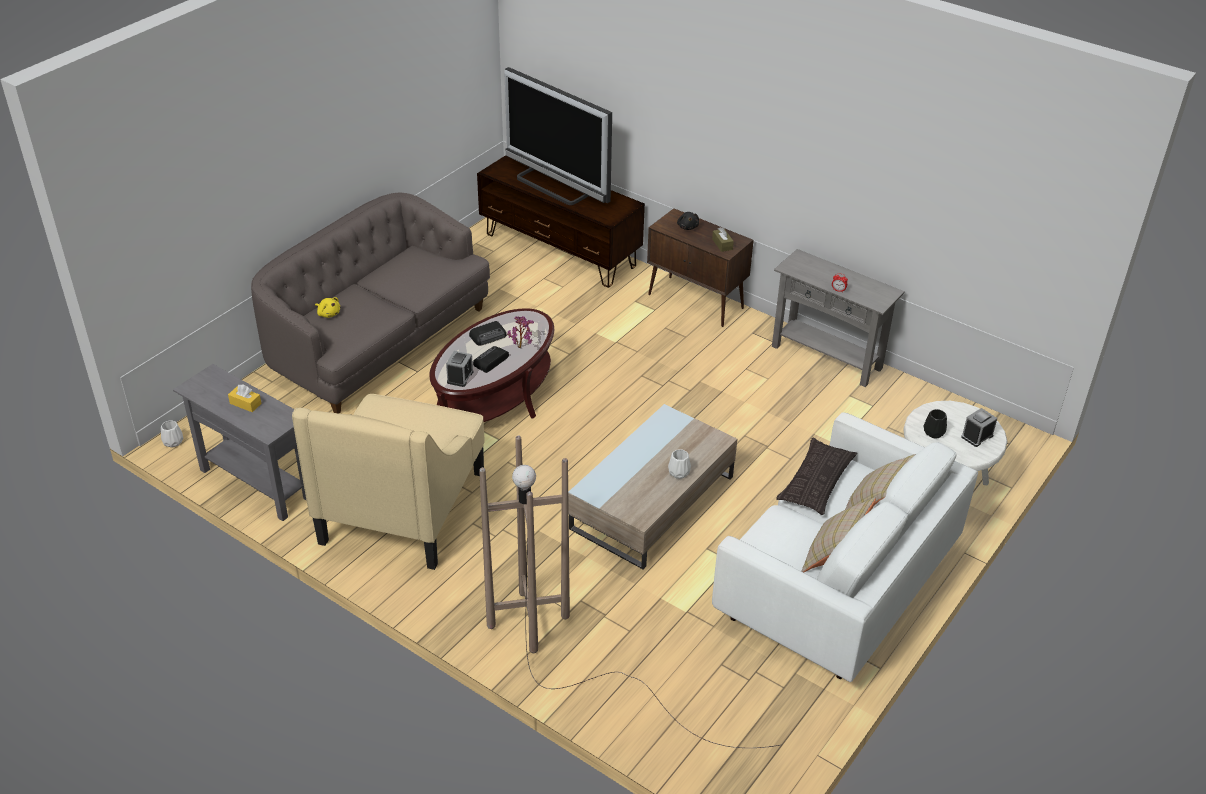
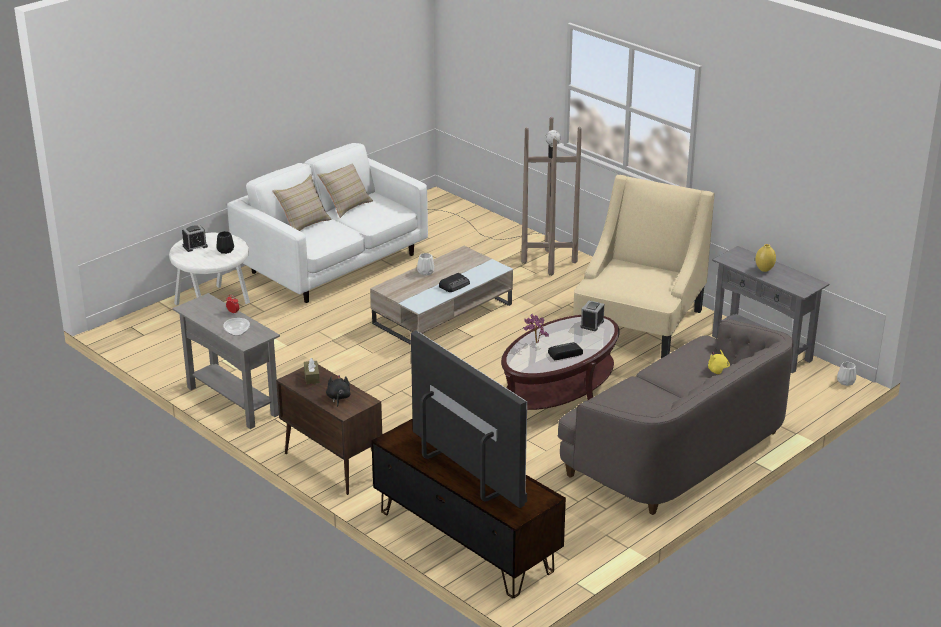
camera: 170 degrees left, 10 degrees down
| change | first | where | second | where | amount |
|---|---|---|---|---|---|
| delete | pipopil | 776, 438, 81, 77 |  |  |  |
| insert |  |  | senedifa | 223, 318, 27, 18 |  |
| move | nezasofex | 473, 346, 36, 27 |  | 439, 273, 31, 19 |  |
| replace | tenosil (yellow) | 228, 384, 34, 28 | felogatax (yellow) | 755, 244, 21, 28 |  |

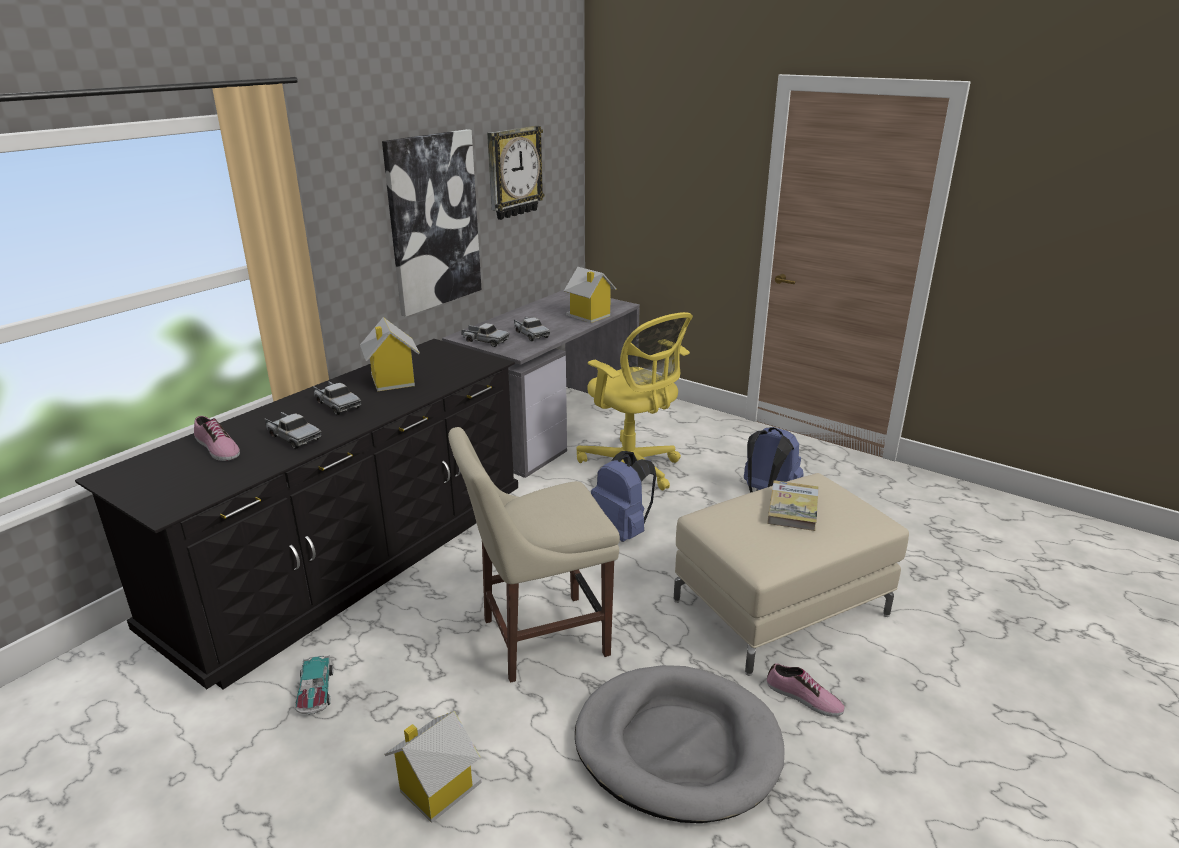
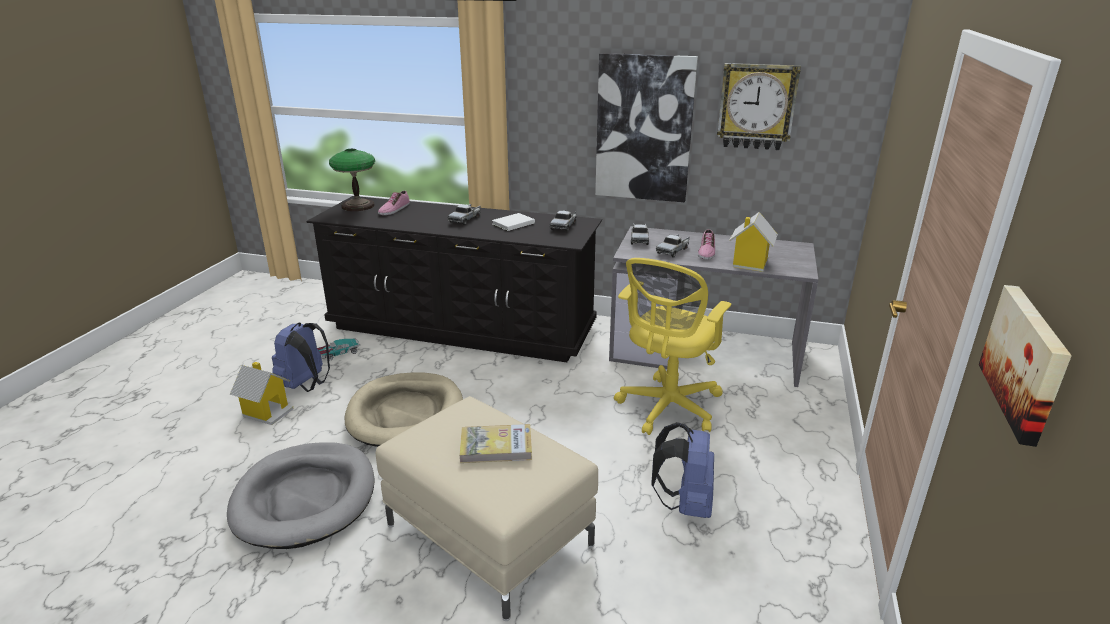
camera: 70 degrees right, 0 degrees up
| change | first | where | second | where | amount |
|---|---|---|---|---|---|
| insert |  |  | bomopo | 329, 149, 46, 62 |  |
| insert |  |  | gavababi | 979, 285, 93, 162 |  |
| move | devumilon | 264, 412, 57, 37 |  | 550, 210, 26, 22 |  |
| move | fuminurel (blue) | 591, 451, 65, 91 |  | 272, 323, 58, 69 |  |
| move | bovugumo | 767, 663, 78, 54 |  | 698, 229, 17, 31 |  |
| replace | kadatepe | 360, 317, 60, 75 | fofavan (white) | 492, 213, 43, 18 |  |
| replace | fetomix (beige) | 448, 427, 172, 256 | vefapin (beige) | 345, 372, 118, 75 |  |

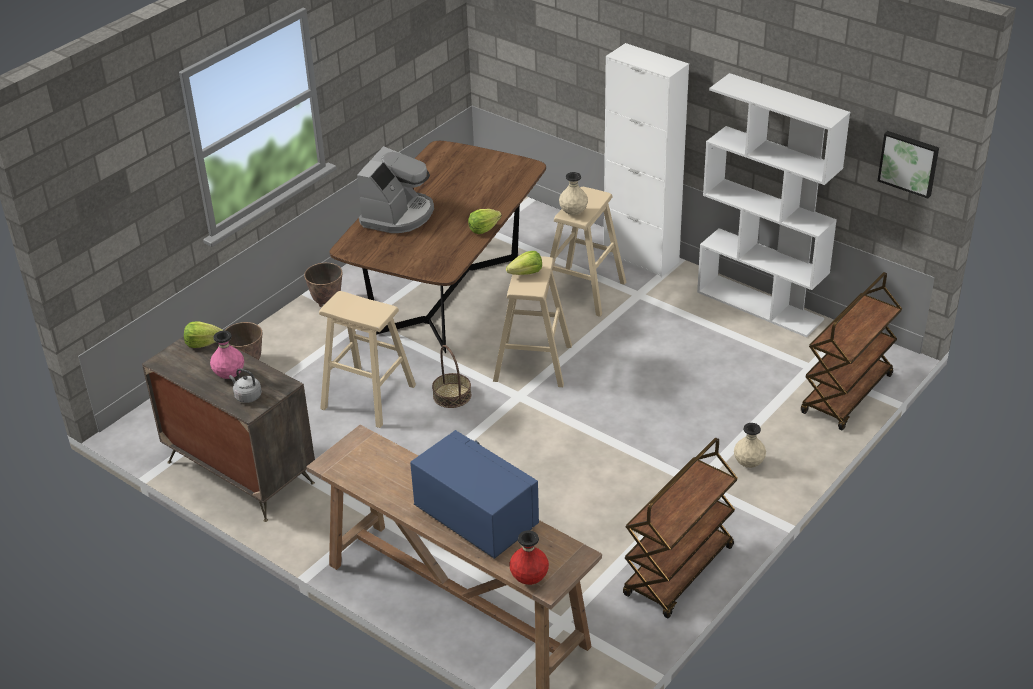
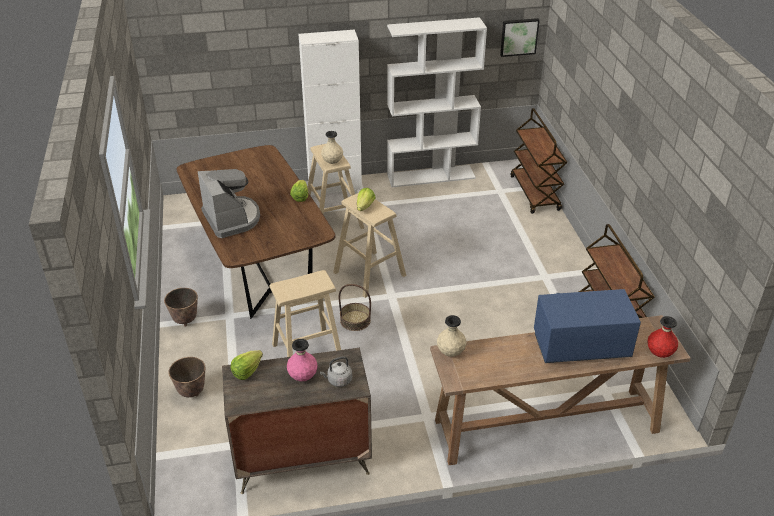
camera: 50 degrees left, 0 degrees up
| change | first | where | second | where | amount |
|---|---|---|---|---|---|
| move | felogatax (beige) | 734, 423, 32, 45 |  | 437, 315, 29, 42 |  |

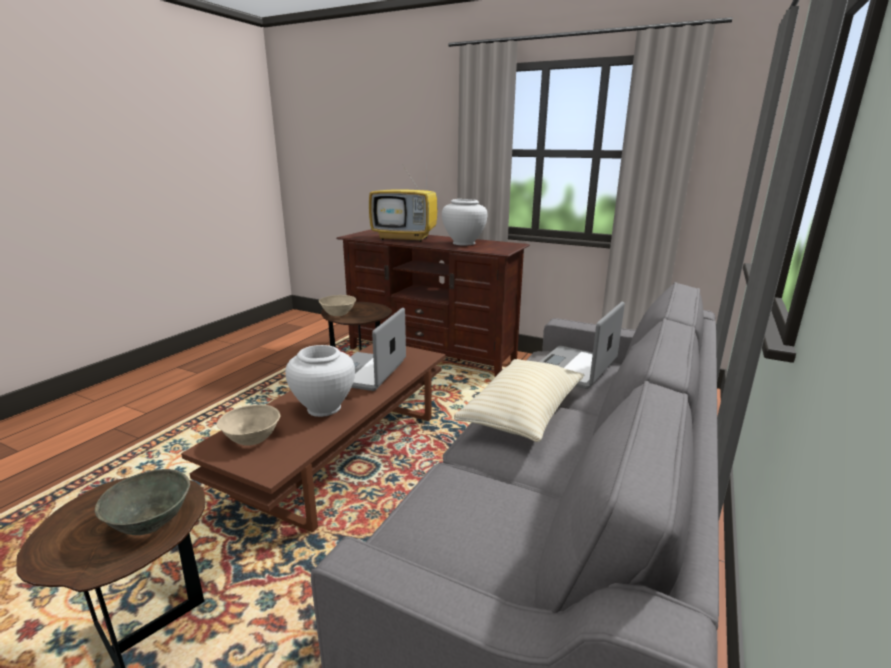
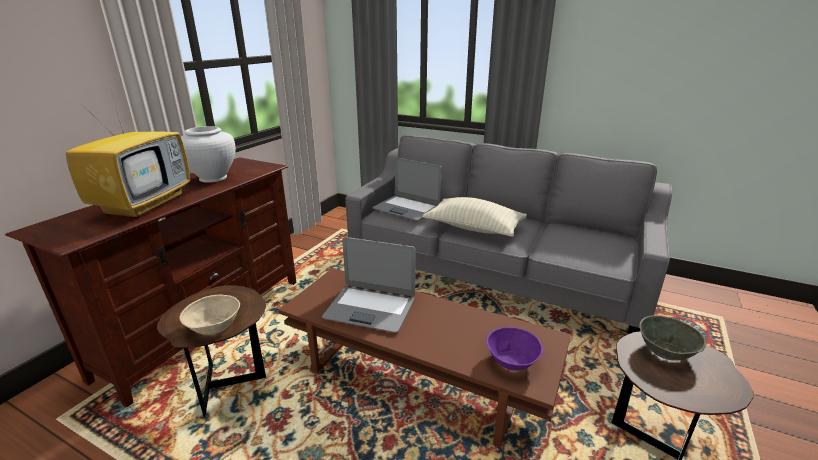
camera: 90 degrees left, 5 degrees up
| change | first | where | second | where | amount |
|---|---|---|---|---|---|
| delete | felogatax (white) | 285, 345, 70, 72 |  |  |  |
| recolor | senedifa (beige) | 216, 404, 64, 42 | senedifa (purple) | 486, 327, 57, 44 |  |

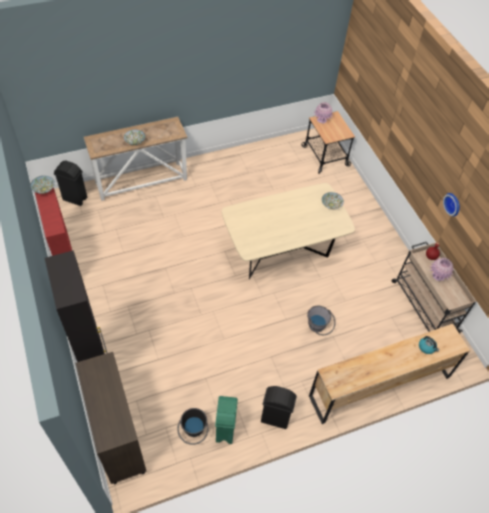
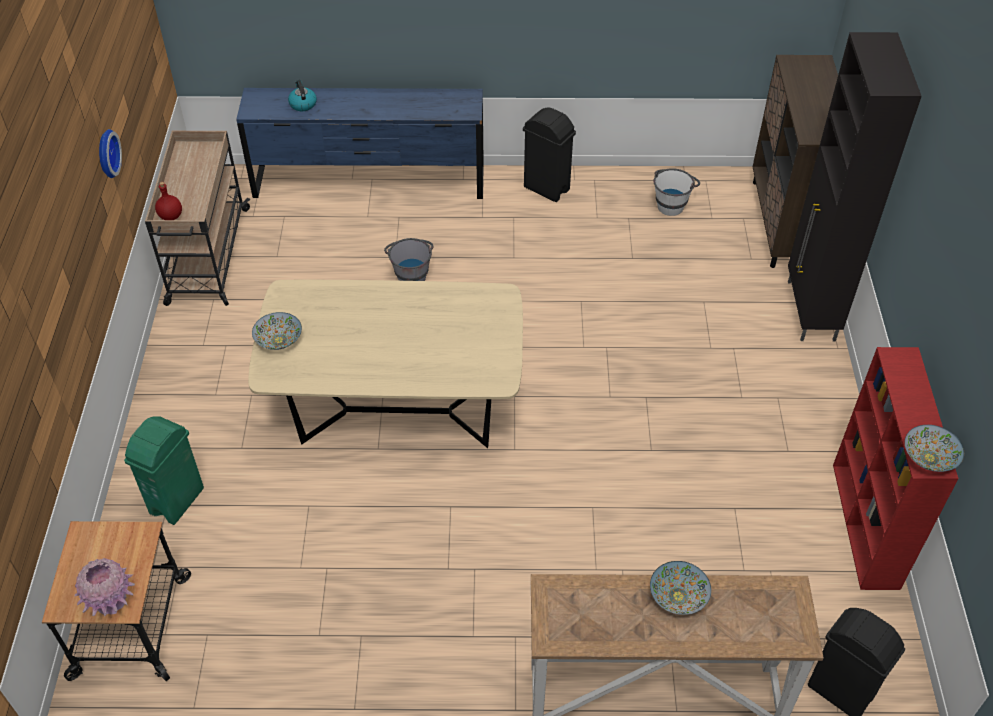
camera: 155 degrees left, 5 degrees down
| change | first | where | second | where | amount |
|---|---|---|---|---|---|
| delete | felogatax (pink) | 429, 258, 24, 23 |  |  |  |
| move | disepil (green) | 215, 396, 23, 48 |  | 124, 416, 80, 109 |  |
| recolor | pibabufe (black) | 177, 408, 32, 37 | pibabufe (white) | 654, 168, 46, 48 |  |
| recolor | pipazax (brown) | 309, 324, 161, 100 | pipazax (blue) | 236, 88, 248, 111 |  |

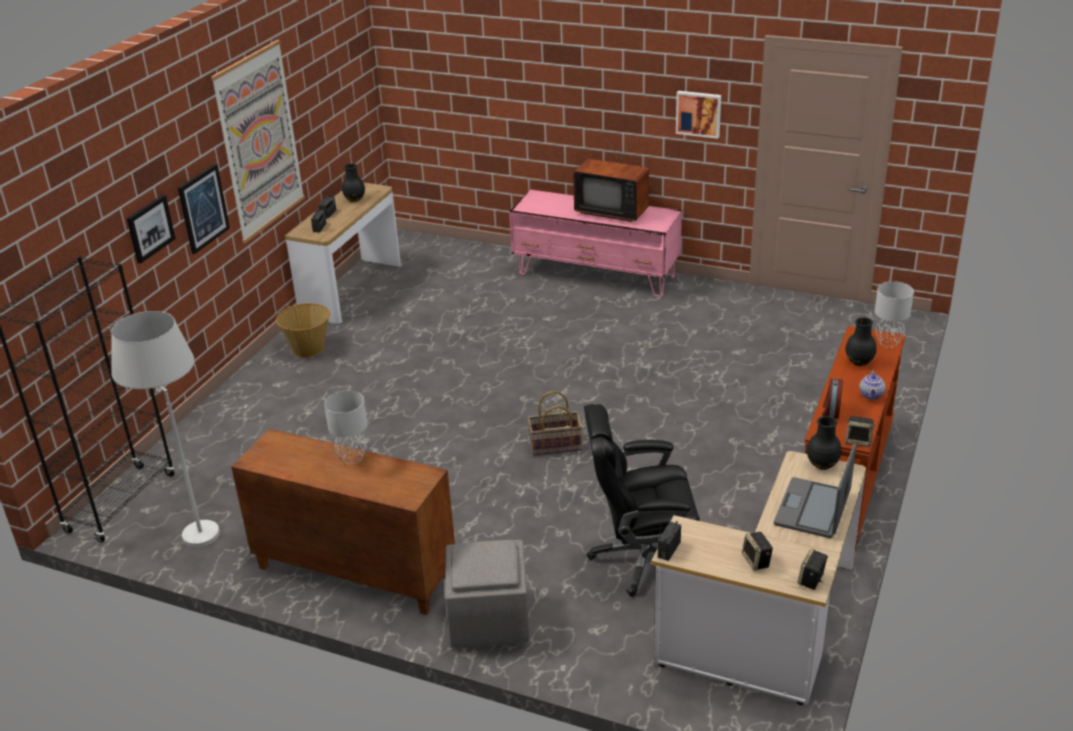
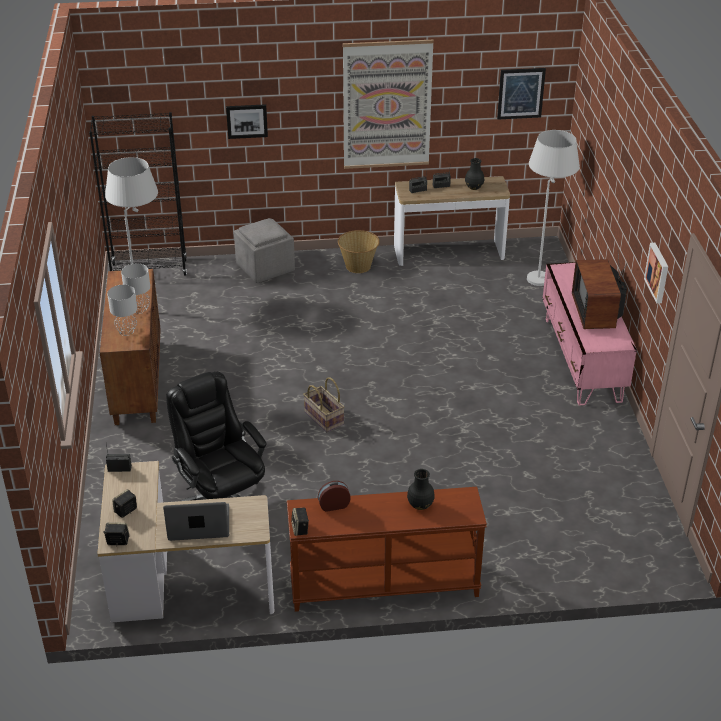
camera: 60 degrees right, 5 degrees up
| change | first | where | second | where | amount |
|---|---|---|---|---|---|
| delete | felogatax (black) | 807, 416, 34, 54 |  |  |  |
| delete | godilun | 859, 370, 26, 30 |  |  |  |
| insert |  |  | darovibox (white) | 527, 130, 53, 156 |  |
| move | gavababi | 178, 164, 52, 90 |  | 497, 68, 49, 52 |  |
| move | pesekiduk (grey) | 445, 540, 85, 108 |  | 234, 218, 61, 65 |  |
| move | bomopo (grey) | 875, 281, 39, 67 |  | 107, 285, 30, 51 |  |

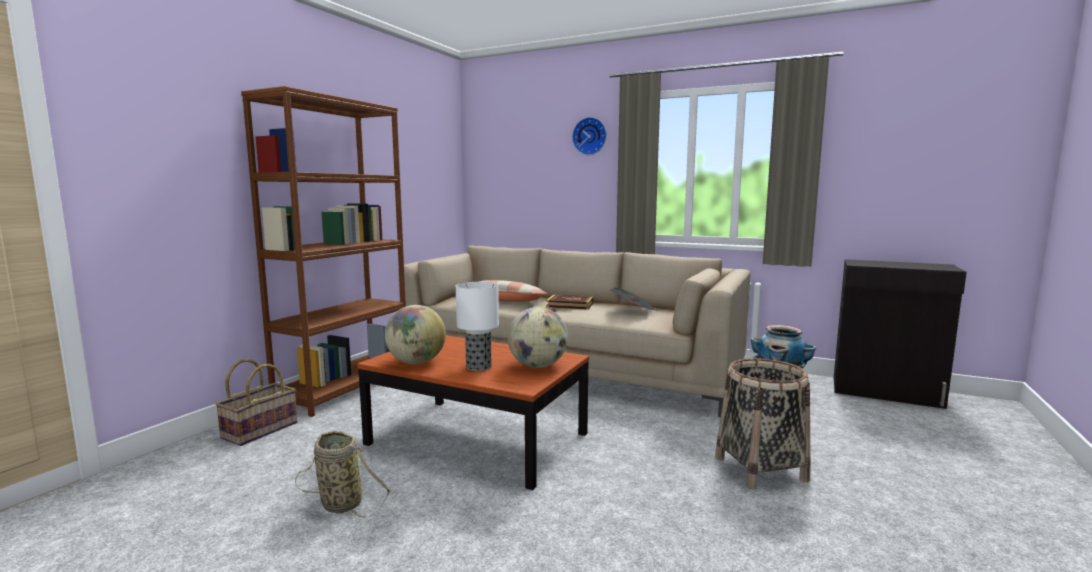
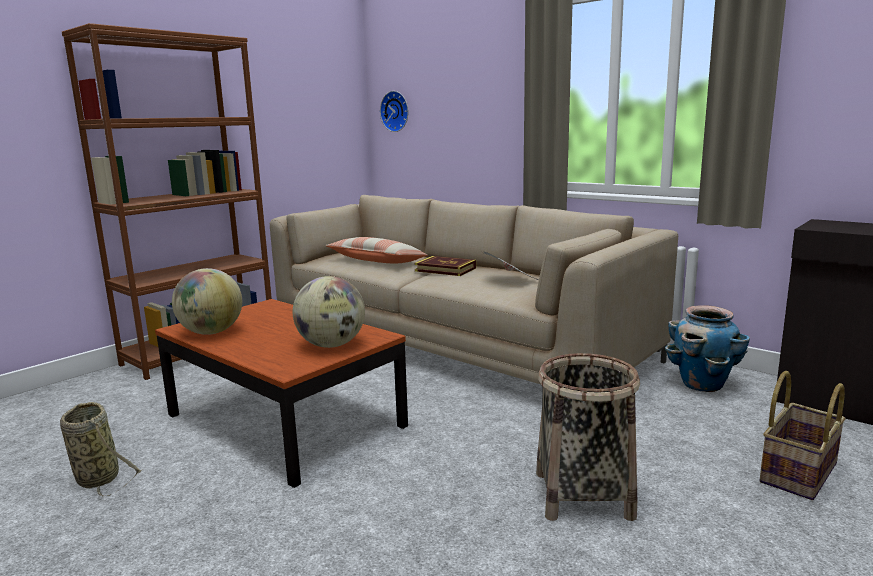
camera: 15 degrees right, 5 degrees up
| change | first | where | second | where | amount |
|---|---|---|---|---|---|
| delete | bomopo | 456, 282, 43, 89 |  |  |  |
| move | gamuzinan | 215, 359, 83, 87 |  | 760, 371, 86, 129 |  |
| move | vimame | 572, 117, 35, 38 |  | 380, 91, 28, 41 |  |

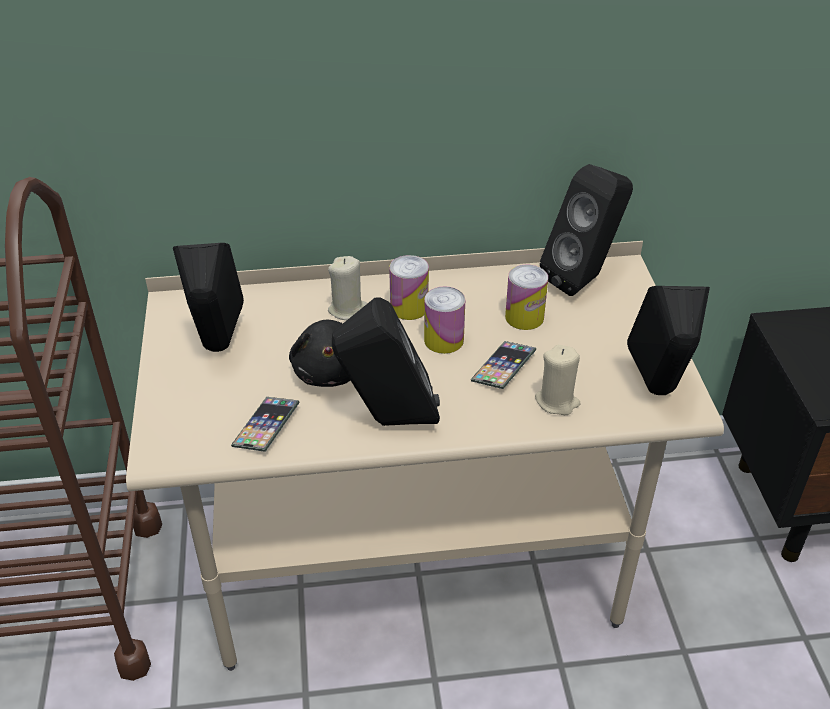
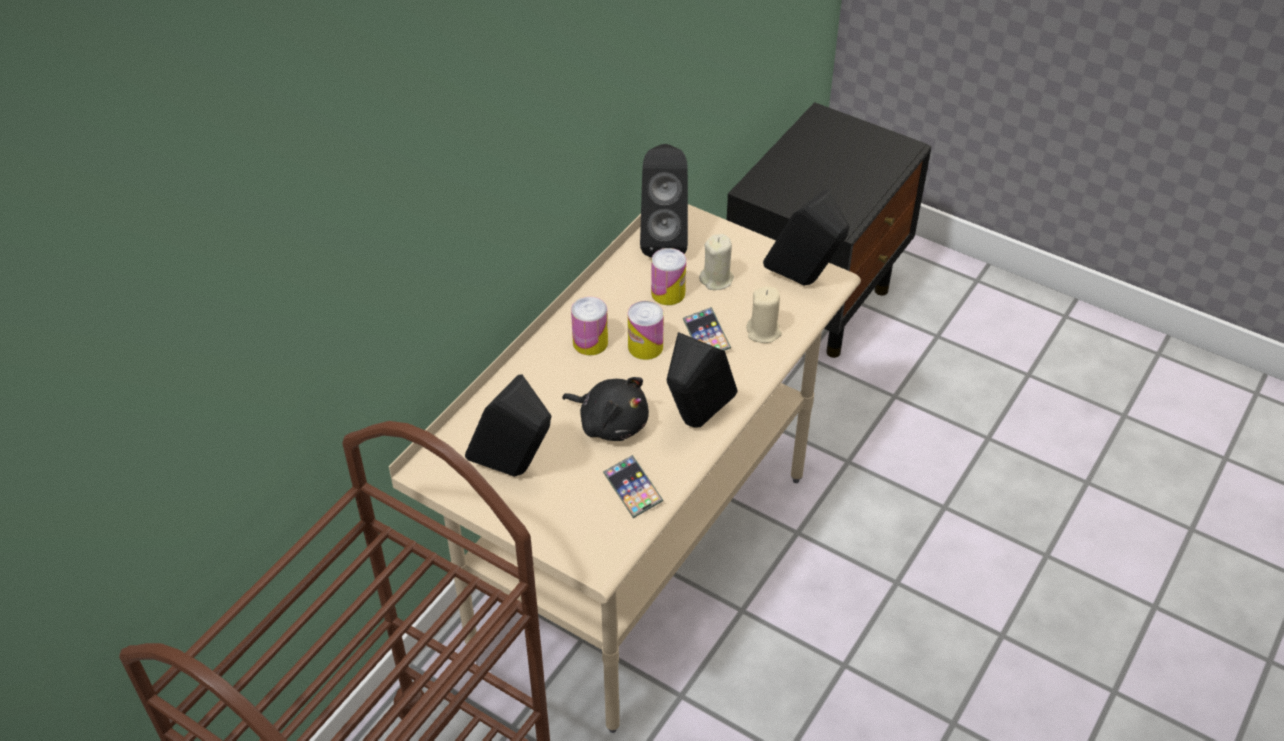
camera: 50 degrees left, 5 degrees up
| change | first | where | second | where | amount |
|---|---|---|---|---|---|
| move | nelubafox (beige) | 328, 256, 40, 64 |  | 699, 234, 35, 56 |  |

